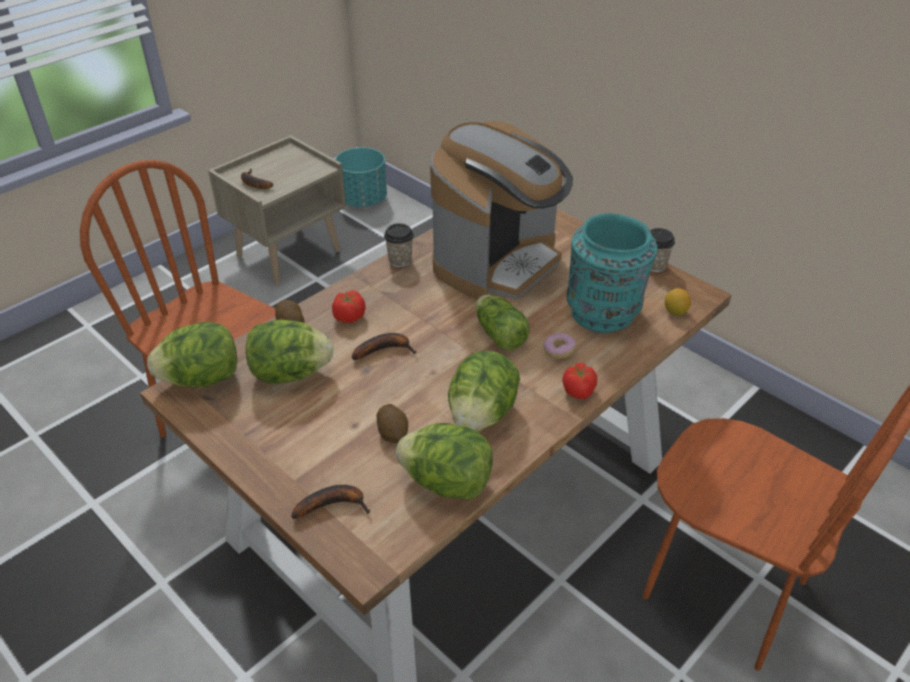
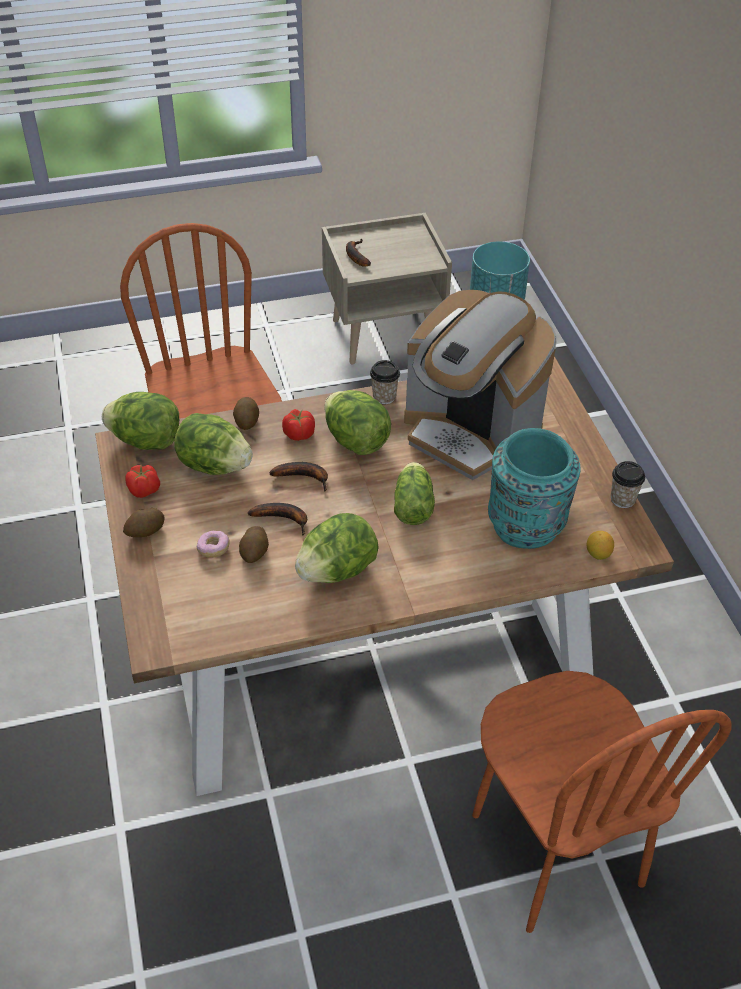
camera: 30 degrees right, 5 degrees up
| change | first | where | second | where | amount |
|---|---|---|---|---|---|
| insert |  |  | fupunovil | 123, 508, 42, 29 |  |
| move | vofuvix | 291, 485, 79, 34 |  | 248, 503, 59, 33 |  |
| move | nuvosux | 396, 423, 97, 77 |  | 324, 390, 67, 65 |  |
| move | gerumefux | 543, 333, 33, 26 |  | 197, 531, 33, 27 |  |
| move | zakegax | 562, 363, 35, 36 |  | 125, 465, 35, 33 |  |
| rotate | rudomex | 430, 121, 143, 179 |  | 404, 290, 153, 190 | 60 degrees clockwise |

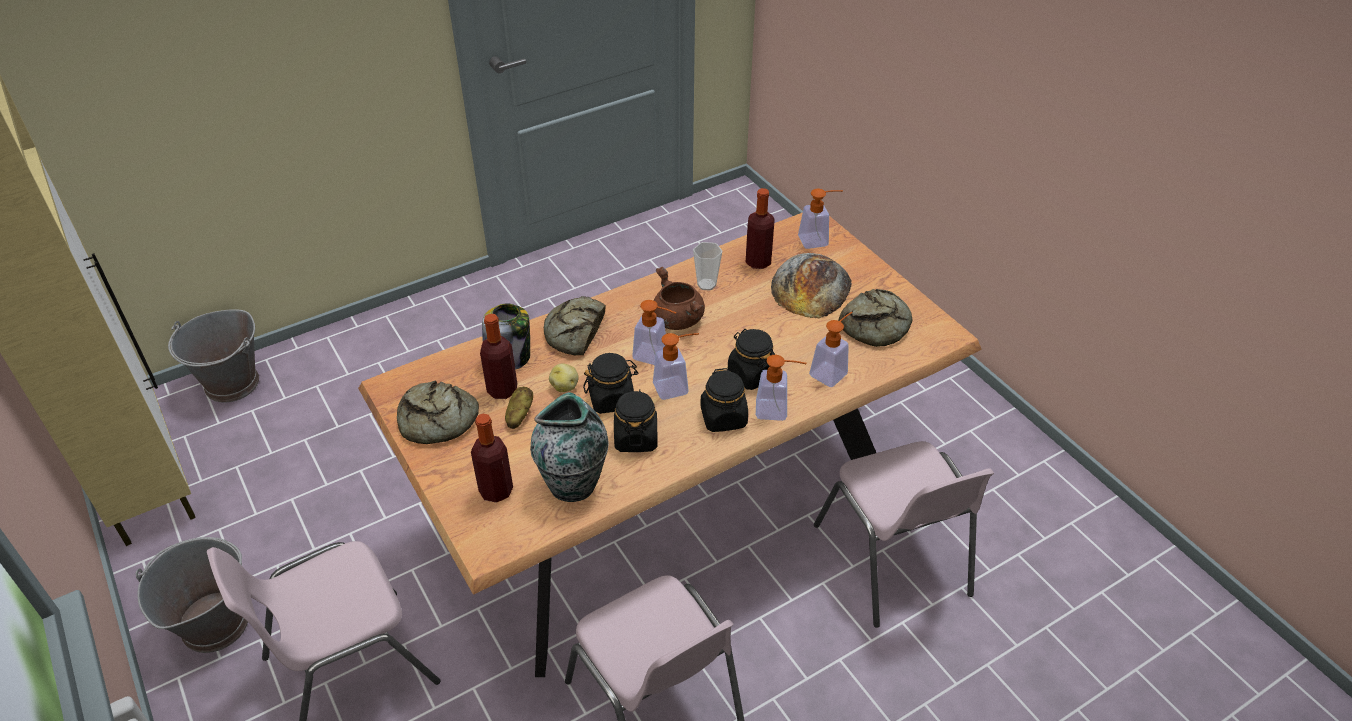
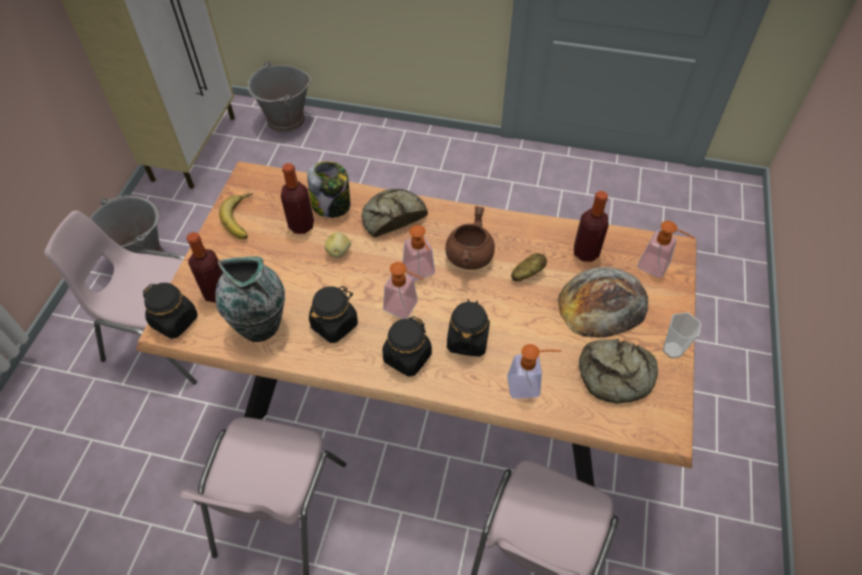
camera: 45 degrees right, 10 degrees up
| change | first | where | second | where | amount |
|---|---|---|---|---|---|
| delete | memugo | 756, 355, 51, 66 |  |  |  |
| move | fupunovil | 505, 387, 28, 42 |  | 511, 253, 36, 28 |  |
| move | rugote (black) | 583, 353, 55, 61 |  | 143, 283, 54, 56 |  |
| move | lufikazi | 693, 242, 29, 49 |  | 663, 312, 39, 46 |  |
| replace | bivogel | 397, 380, 82, 64 | vofuvix | 219, 193, 34, 46 |  |

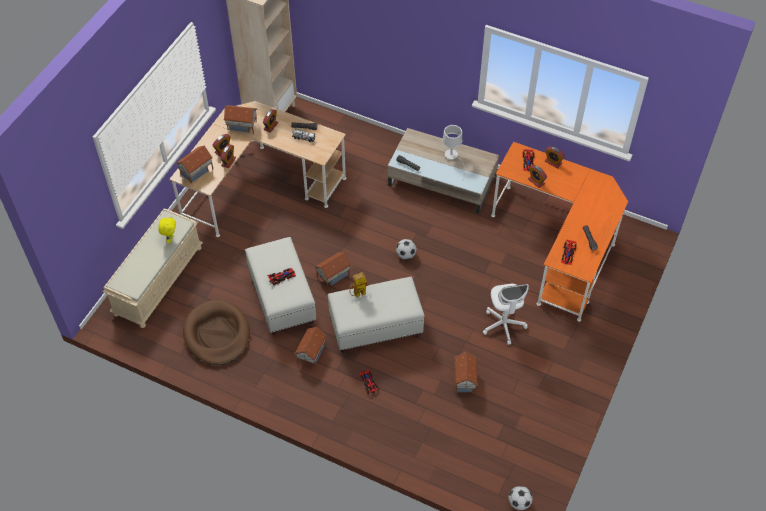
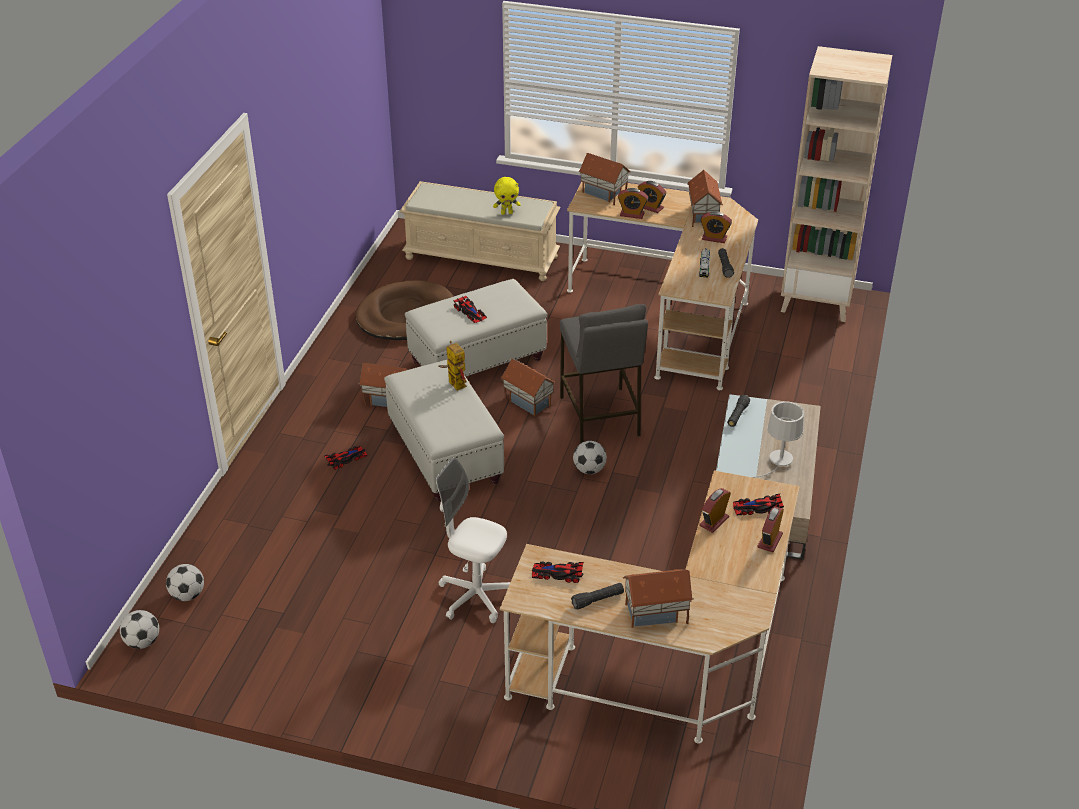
camera: 80 degrees right, 15 degrees down
| change | first | where | second | where | amount |
|---|---|---|---|---|---|
| insert |  |  | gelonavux | 166, 564, 38, 37 |  |
| insert |  |  | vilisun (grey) | 560, 304, 88, 140 |  |
| move | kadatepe | 454, 352, 24, 41 |  | 623, 569, 71, 59 |  |
| recolor | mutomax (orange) | 491, 142, 137, 180 | mutomax (beige) | 500, 471, 300, 273 |  |
| rotate | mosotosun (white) | 483, 284, 46, 61 |  | 436, 458, 74, 165 | 45 degrees clockwise |

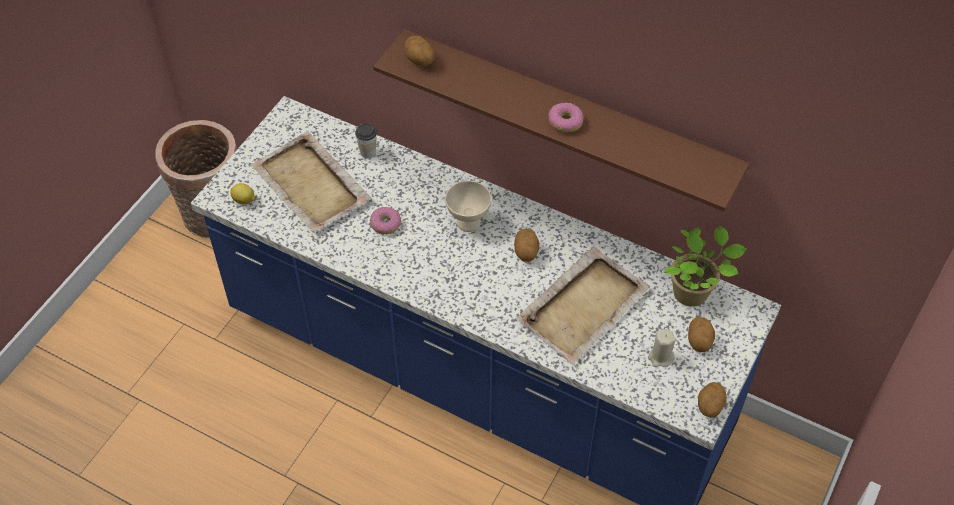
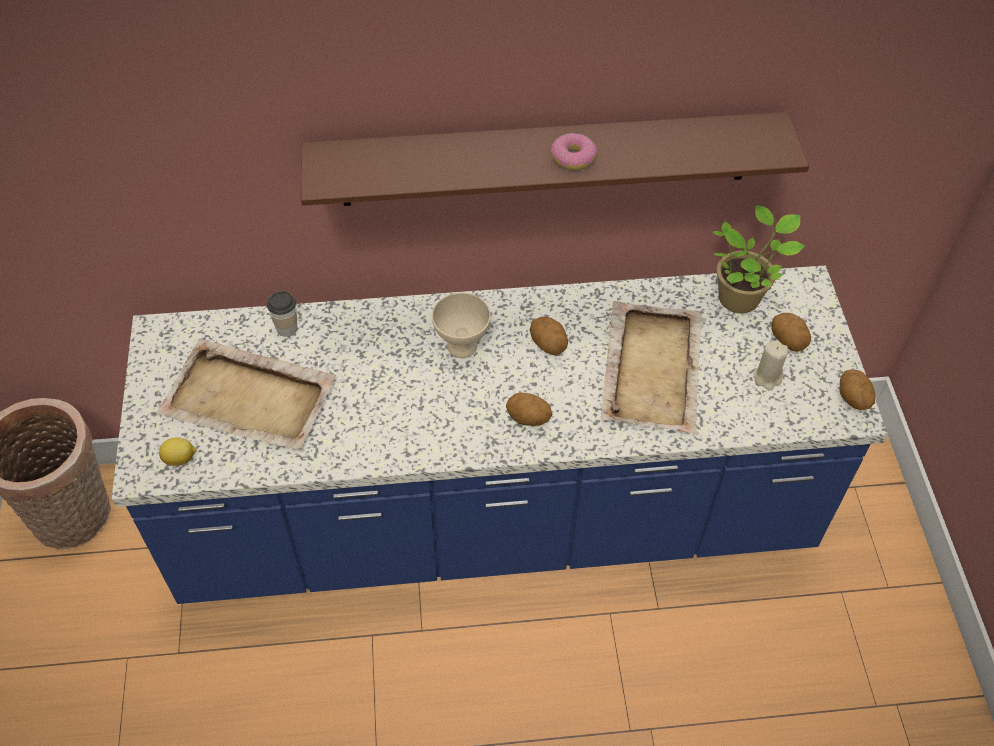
camera: 35 degrees left, 0 degrees up
| change | first | where | second | where | amount |
|---|---|---|---|---|---|
| delete | gerumefux | 370, 207, 31, 27 |  |  |  |
| move | fupunovil | 405, 36, 30, 30 |  | 506, 393, 47, 33 |  |

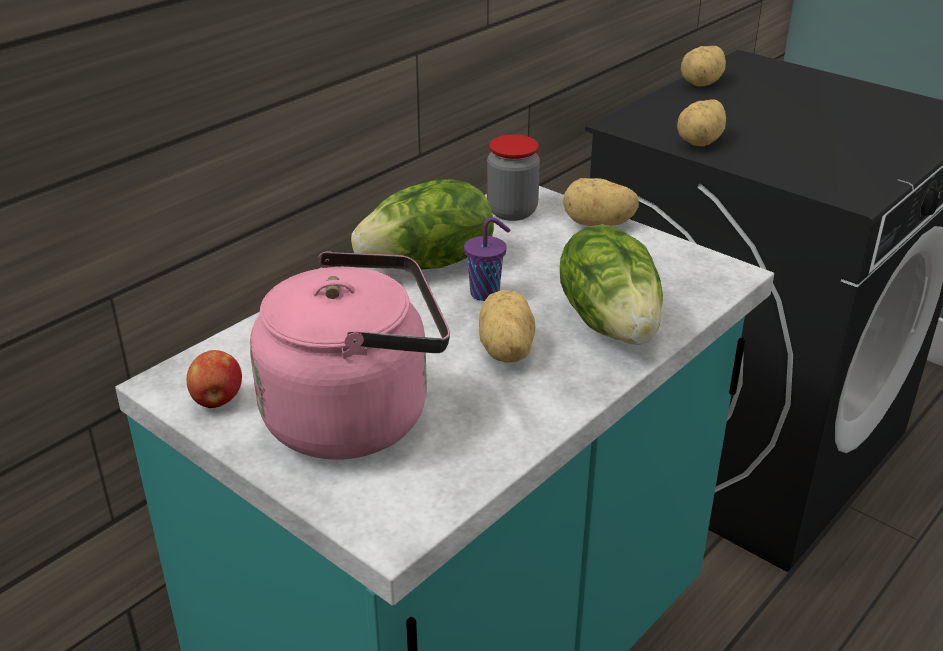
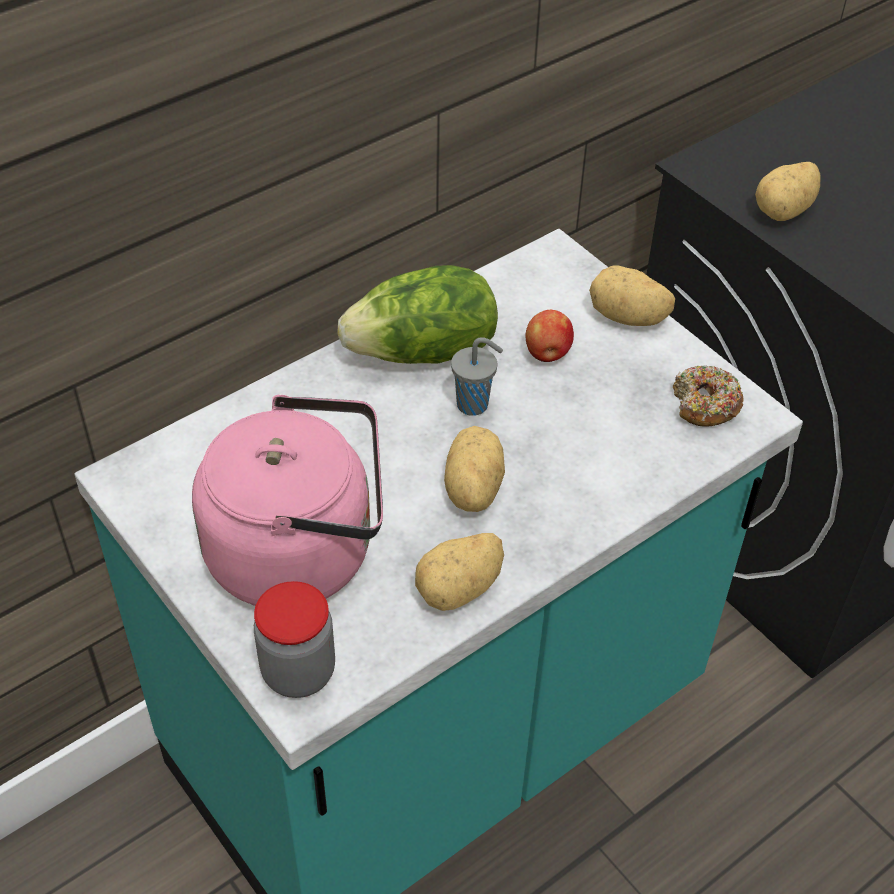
camera: 10 degrees right, 15 degrees up
| change | first | where | second | where | amount |
|---|---|---|---|---|---|
| delete | nuvosux | 560, 224, 103, 120 |  |  |  |
| insert |  |  | gerumefux | 673, 365, 71, 62 |  |
| move | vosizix | 187, 350, 55, 58 |  | 525, 310, 49, 52 |  |
| move | rugote | 487, 134, 53, 87 |  | 254, 581, 81, 117 |  |
| move | fupunovil | 681, 46, 45, 40 |  | 415, 533, 89, 78 |  |
| recolor | lufikazi (purple) | 464, 217, 46, 84 | lufikazi (grey) | 451, 337, 52, 79 |  |

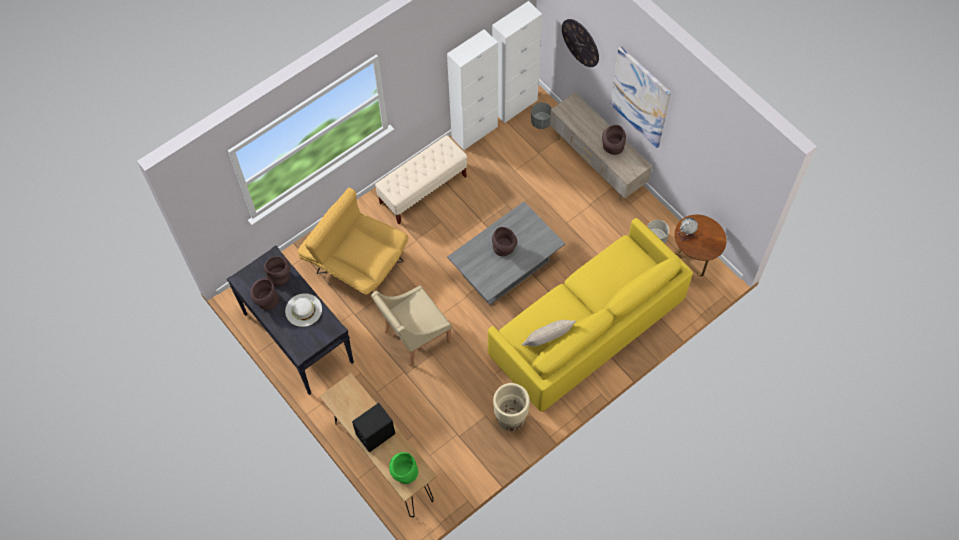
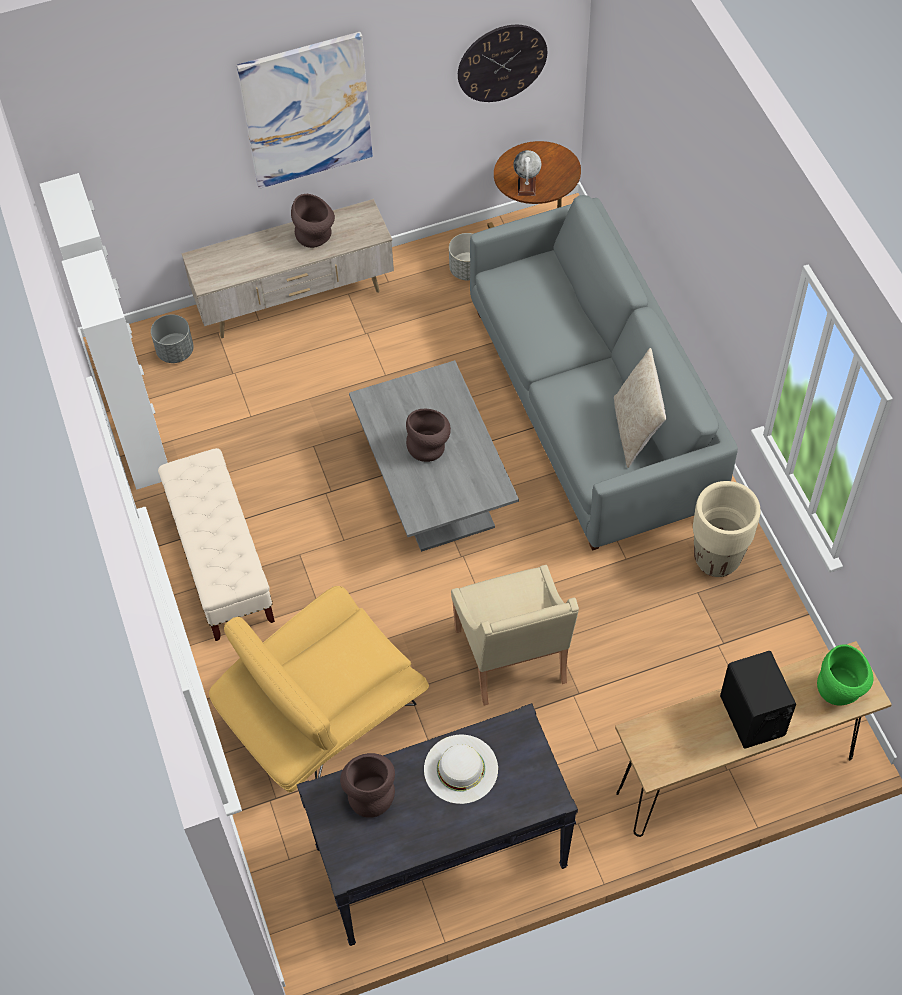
camera: 70 degrees left, 5 degrees down
| change | first | where | second | where | amount |
|---|---|---|---|---|---|
| delete | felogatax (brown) | 250, 279, 29, 31 |  |  |  |
| move | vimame | 562, 19, 37, 48 |  | 458, 25, 89, 77 |  |
| recolor | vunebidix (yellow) | 488, 218, 205, 194 | vunebidix (grey) | 470, 195, 268, 356 |  |

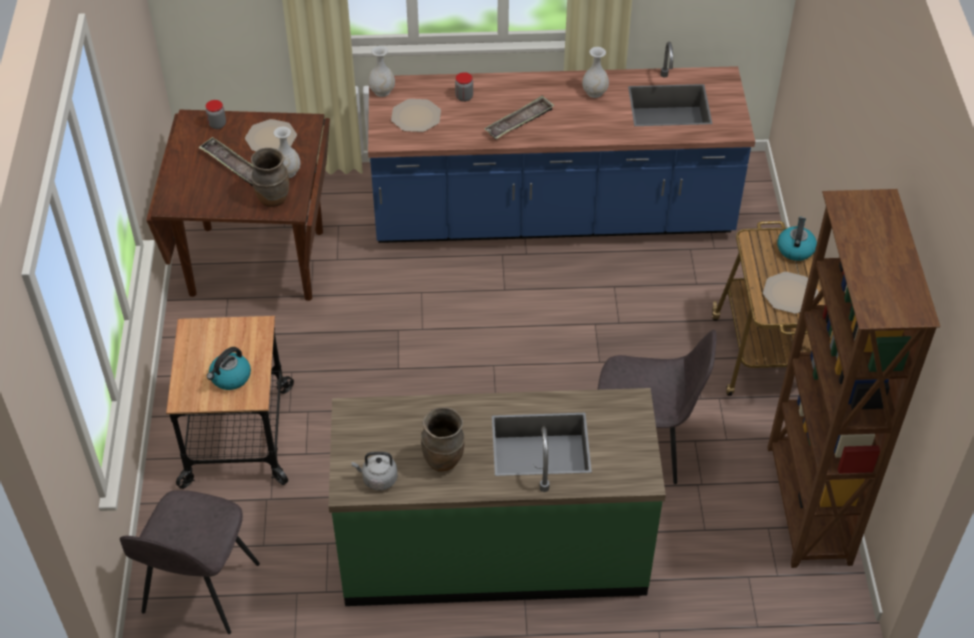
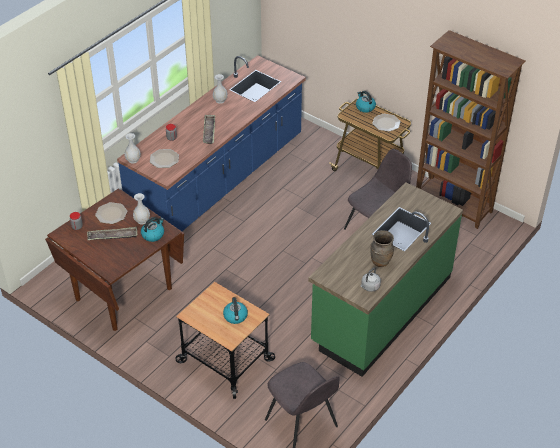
camera: 50 degrees left, 5 degrees down
| change | first | where | second | where | amount |
|---|---|---|---|---|---|
| replace | felogatax (brown) | 251, 148, 38, 59 | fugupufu | 141, 217, 23, 25 |  |

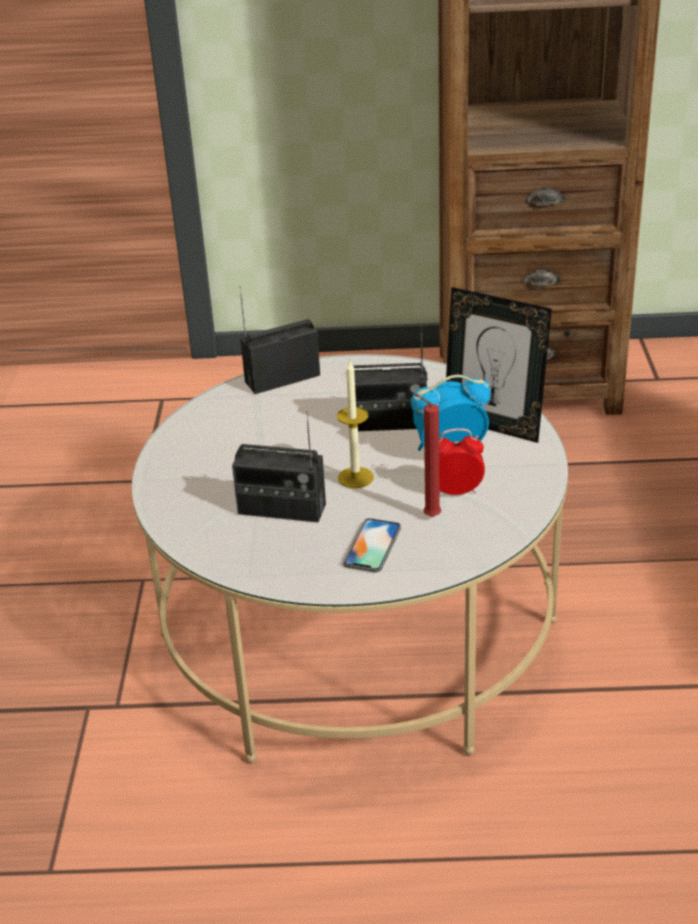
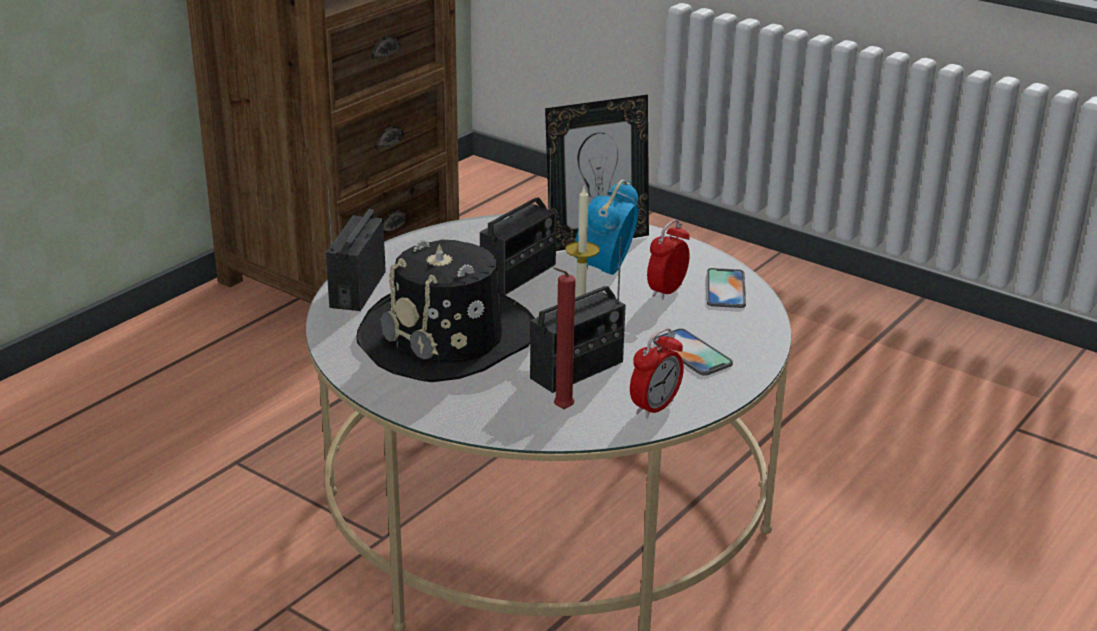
camera: 55 degrees left, 5 degrees down
| change | first | where | second | where | amount |
|---|---|---|---|---|---|
| insert |  |  | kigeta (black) | 356, 240, 178, 142 |  |
| insert |  |  | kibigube | 630, 328, 54, 91 |  |
| insert |  |  | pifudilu | 707, 268, 39, 40 |  |
| move | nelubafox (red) | 415, 394, 26, 123 |  | 553, 267, 23, 142 |  |

